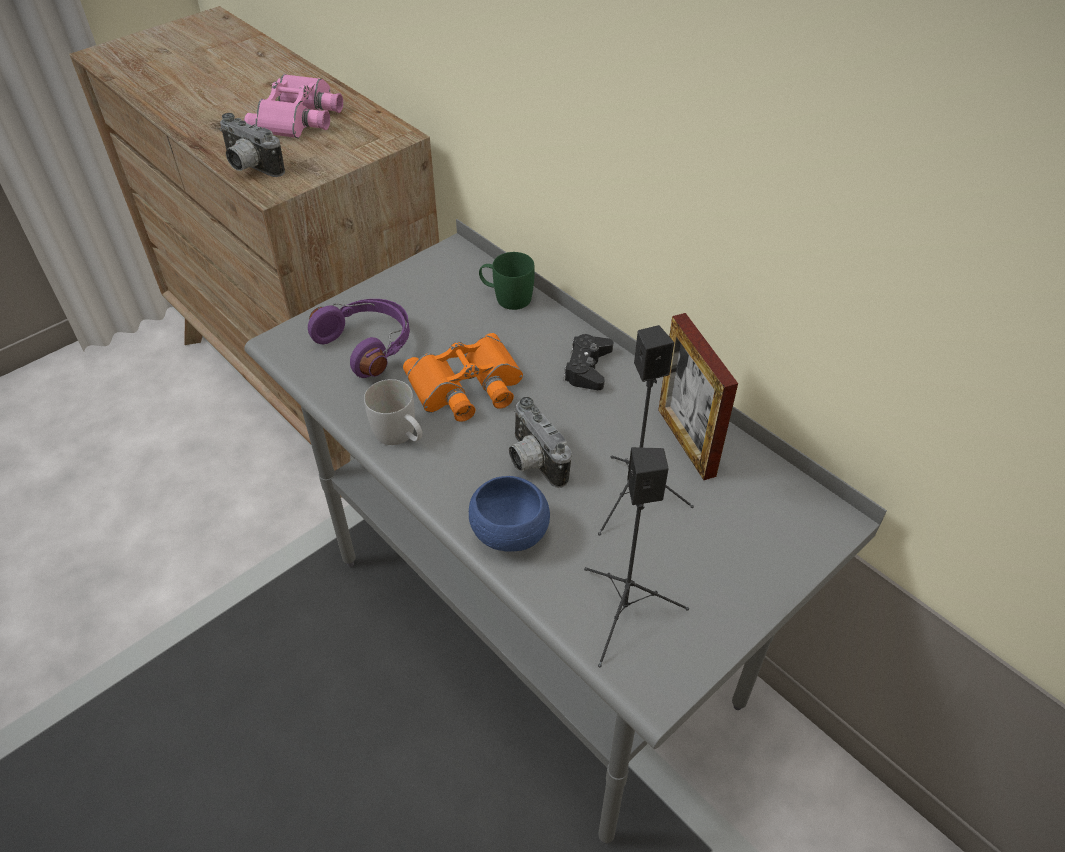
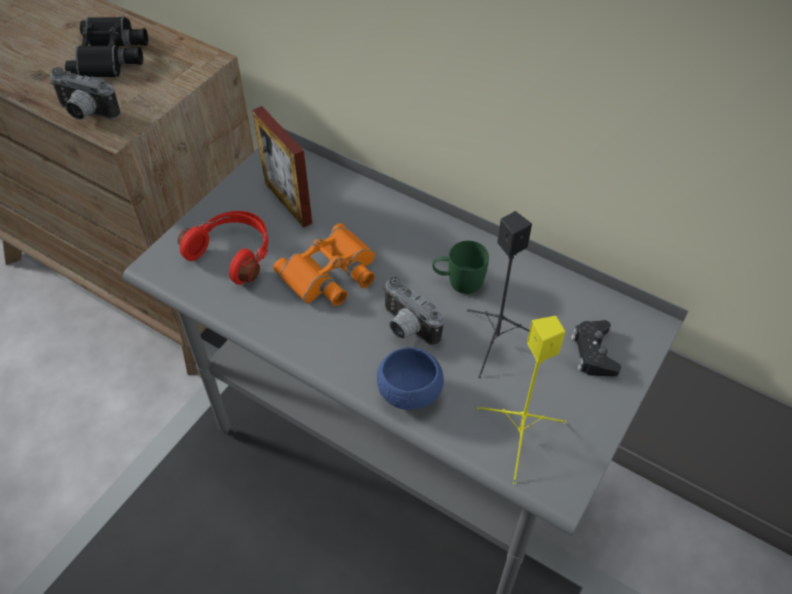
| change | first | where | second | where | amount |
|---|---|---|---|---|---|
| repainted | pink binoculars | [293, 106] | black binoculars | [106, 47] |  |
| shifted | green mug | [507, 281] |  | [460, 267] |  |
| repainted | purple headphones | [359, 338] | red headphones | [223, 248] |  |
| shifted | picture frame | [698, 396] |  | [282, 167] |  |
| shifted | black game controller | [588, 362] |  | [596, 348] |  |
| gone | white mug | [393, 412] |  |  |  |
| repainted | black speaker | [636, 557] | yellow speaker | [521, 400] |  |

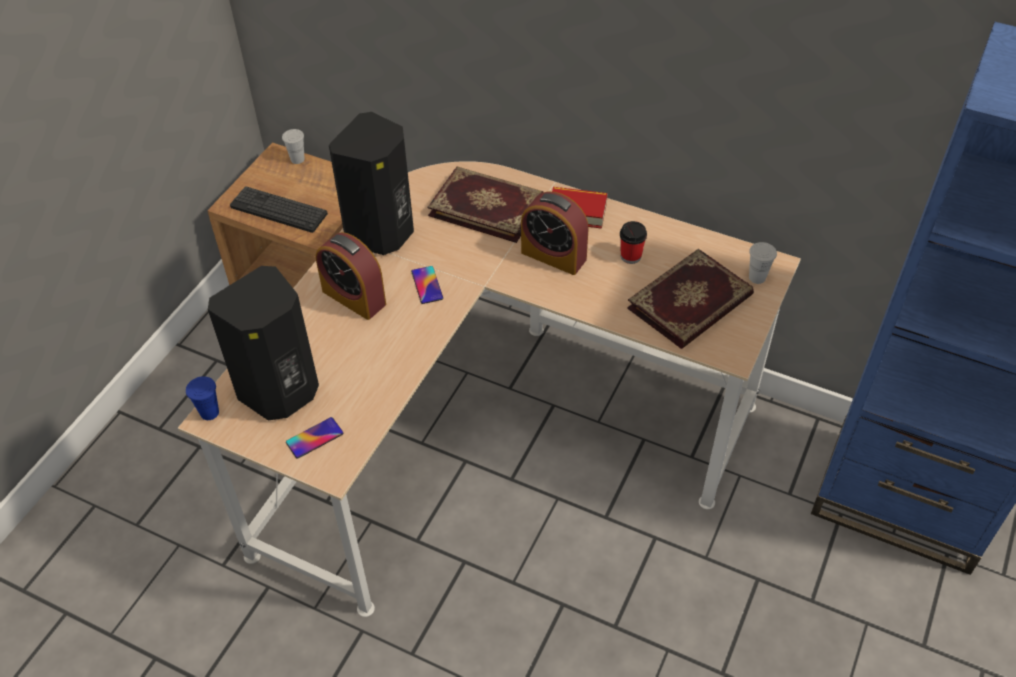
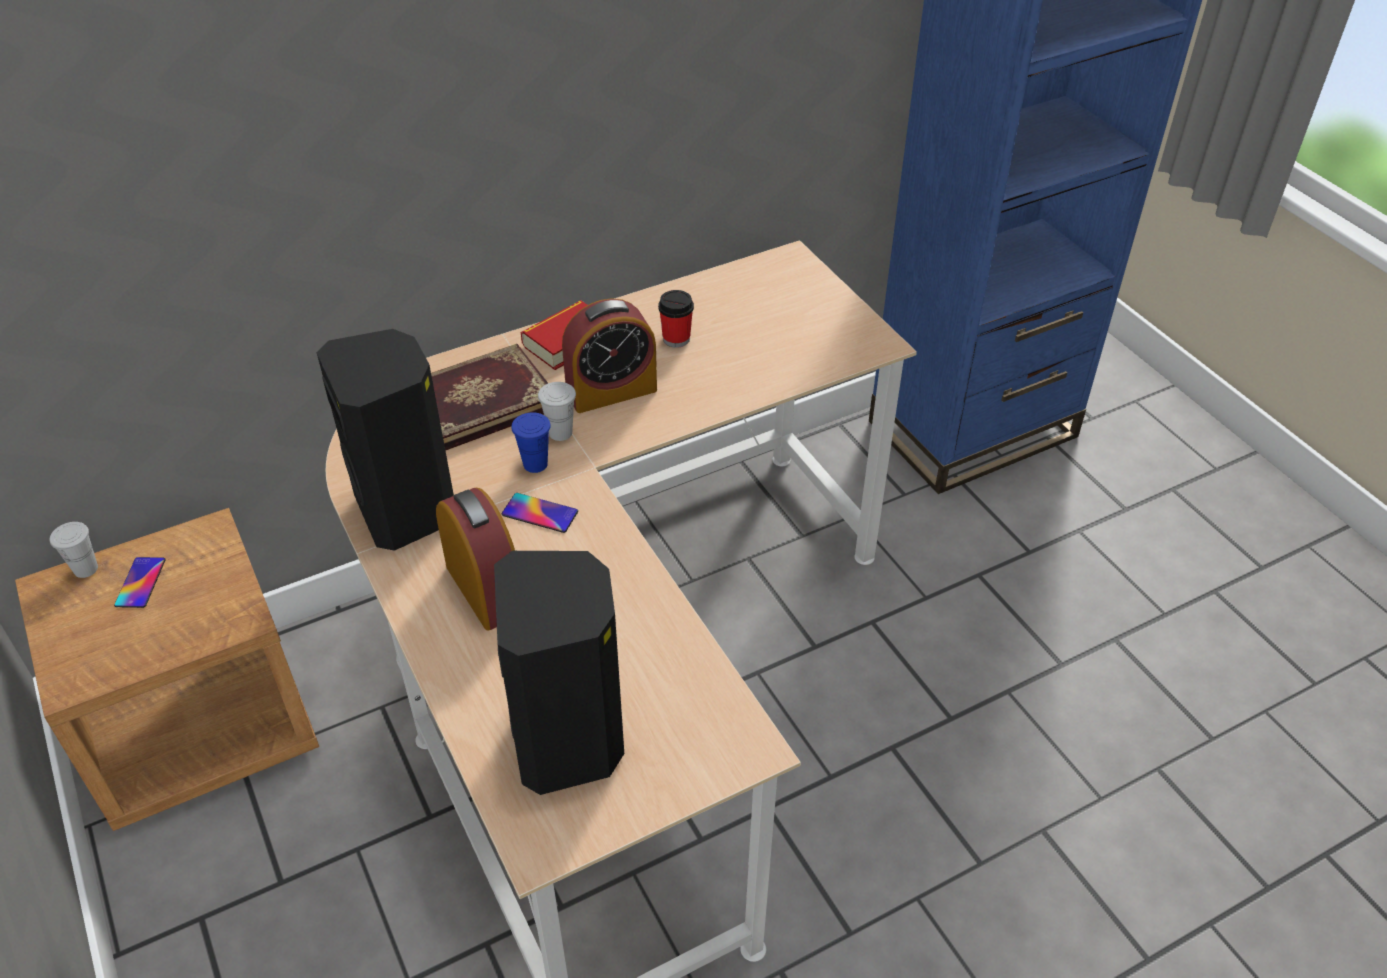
| change | first | where | second | where | amount |
|---|---|---|---|---|---|
| gone | keyboard | [279, 209] |  |  |  |
| rotated | alarm clock | [351, 276] |  | [475, 559] | 105 degrees counterclockwise |
| shifted | white cup | [763, 263] |  | [557, 411] |  |
| gone | book | [690, 299] |  |  |  |
| shifted | blue cup | [202, 398] |  | [531, 442] |  |
| shifted | phone | [314, 438] |  | [139, 582] |  |

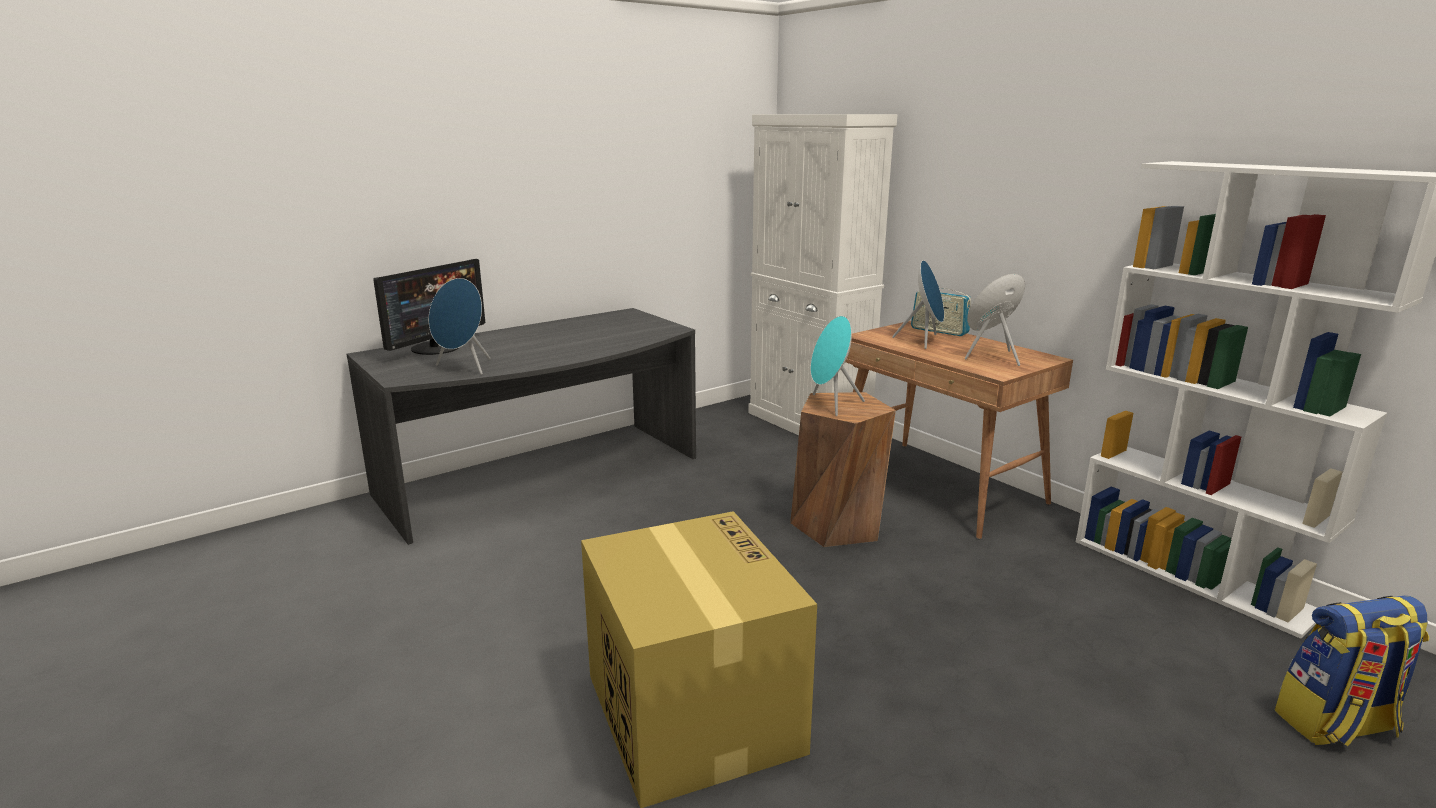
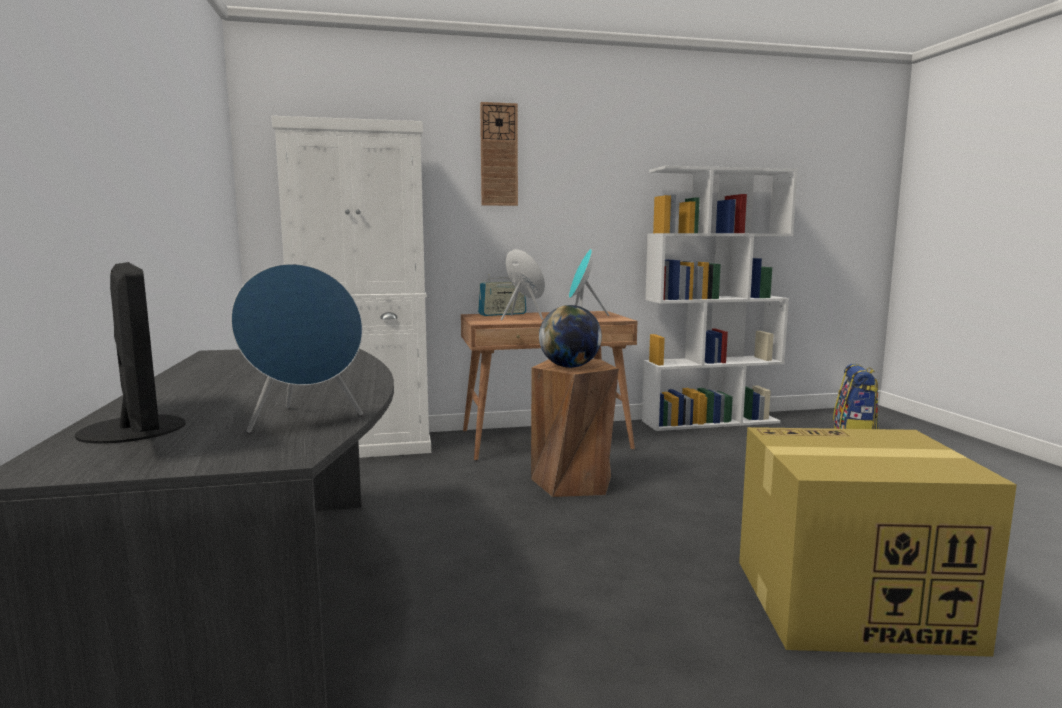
| change | first | where | second | where | amount |
|---|---|---|---|---|---|
| swapped | turquoise speaker | [838, 366] | globe | [570, 336] |  |
| new |  |  | wall clock | [499, 154] |  |

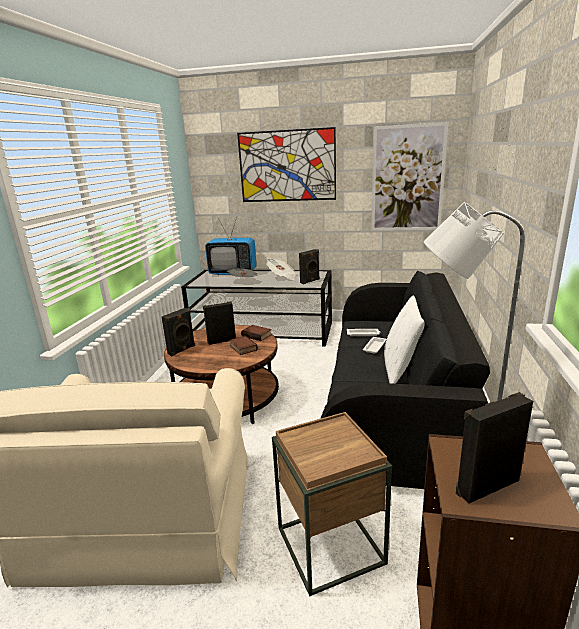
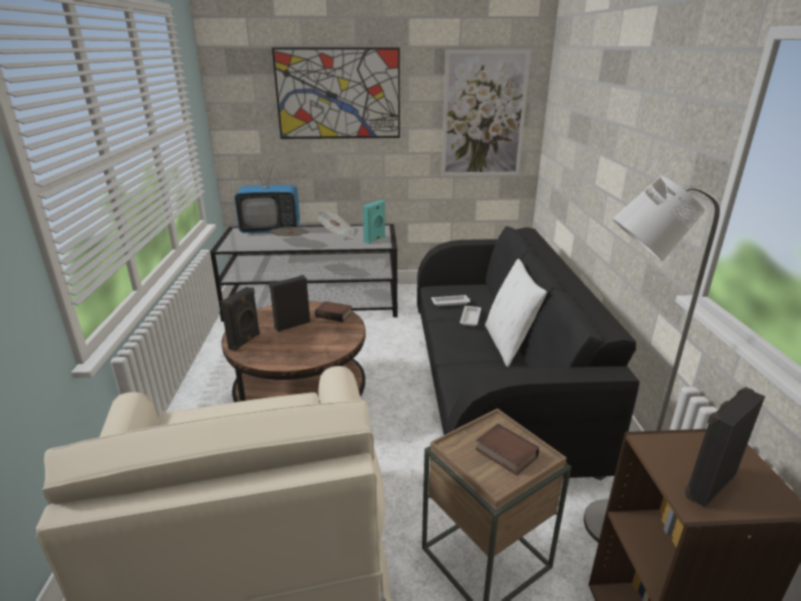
| change | first | where | second | where | amount |
|---|---|---|---|---|---|
| repainted | black speaker | [309, 266] | turquoise speaker | [374, 222] |  |
| shifted | book | [243, 345] |  | [507, 449] |  |

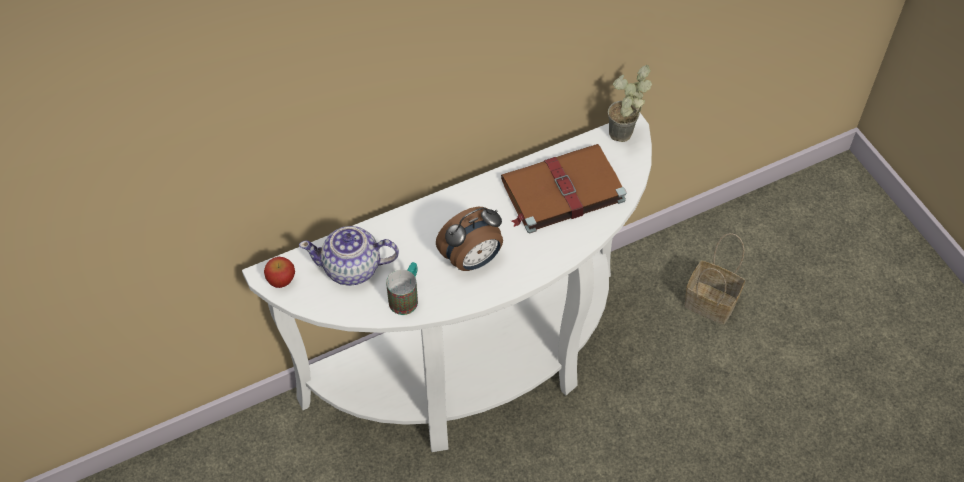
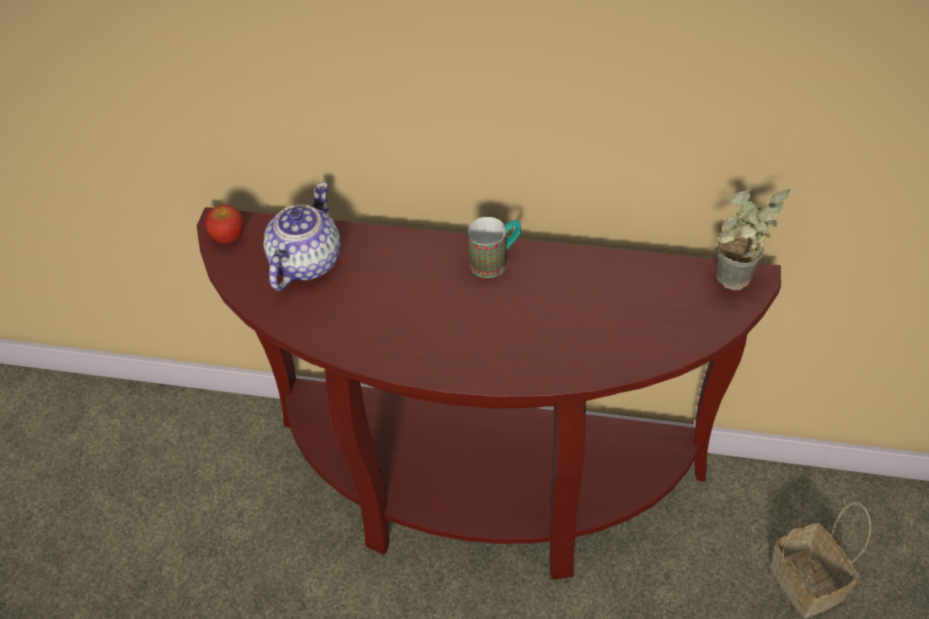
| change | first | where | second | where | amount |
|---|---|---|---|---|---|
| repainted | white console table | [447, 282] | brown console table | [489, 393] |  |
| gone | brown book | [564, 189] |  |  |  |
| gone | alarm clock | [469, 239] |  |  |  |
| rotated | teapot | [349, 256] |  | [301, 236] | 75 degrees clockwise |
| shifted | mug | [402, 288] |  | [494, 247] |  |

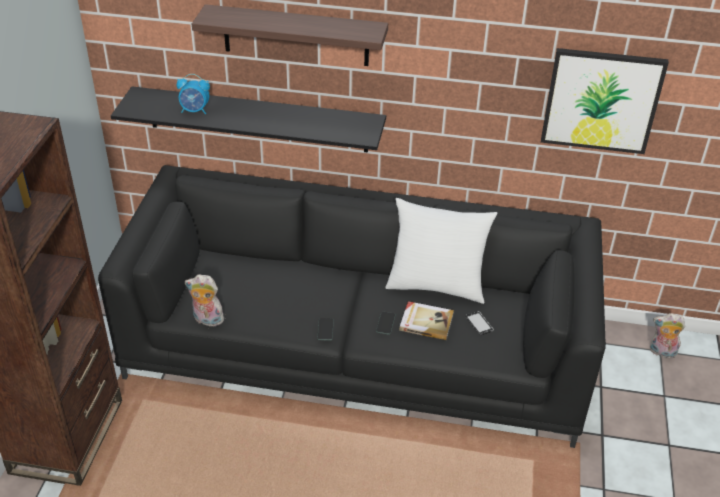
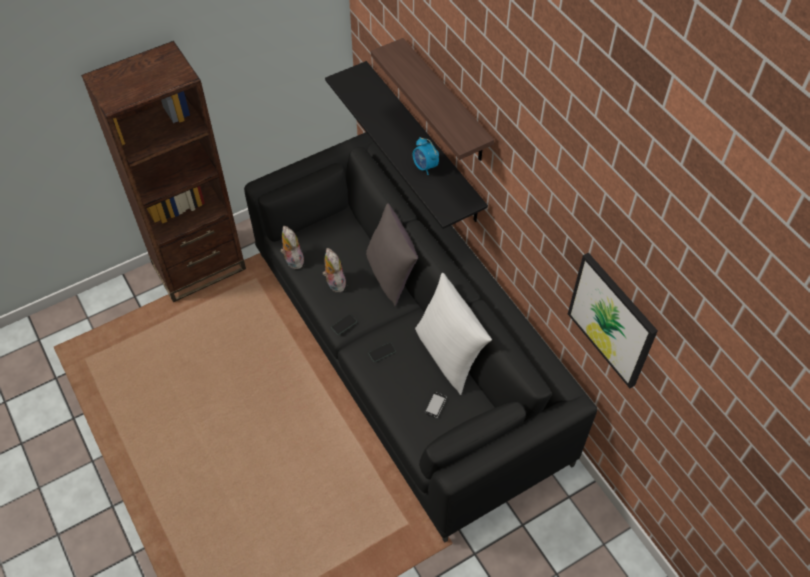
| change | first | where | second | where | amount |
|---|---|---|---|---|---|
| shifted | alarm clock | [193, 94] |  | [426, 156] |  |
| gone | book | [426, 320] |  |  |  |
| shifted | plush toy | [667, 336] |  | [334, 270] |  |
| new |  |  | grey pillow | [392, 254] |  |

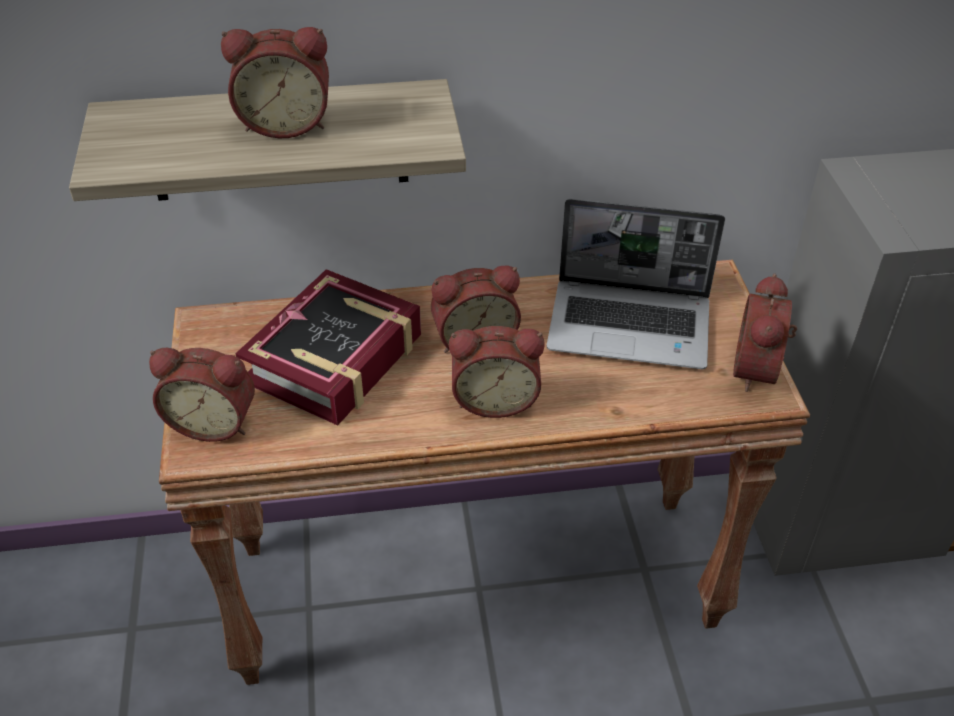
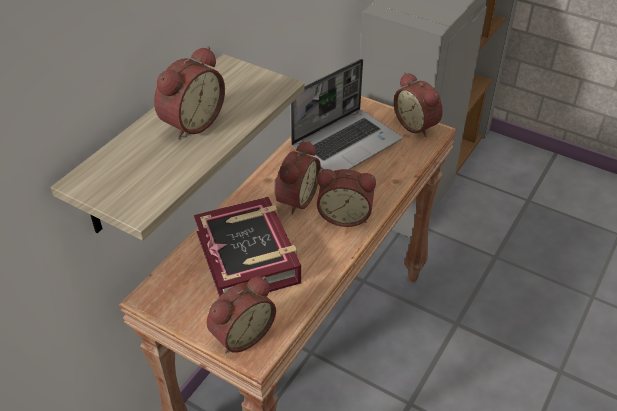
| change | first | where | second | where | amount |
|---|---|---|---|---|---|
| rotated | alarm clock | [497, 372] |  | [346, 198] | 60 degrees clockwise |

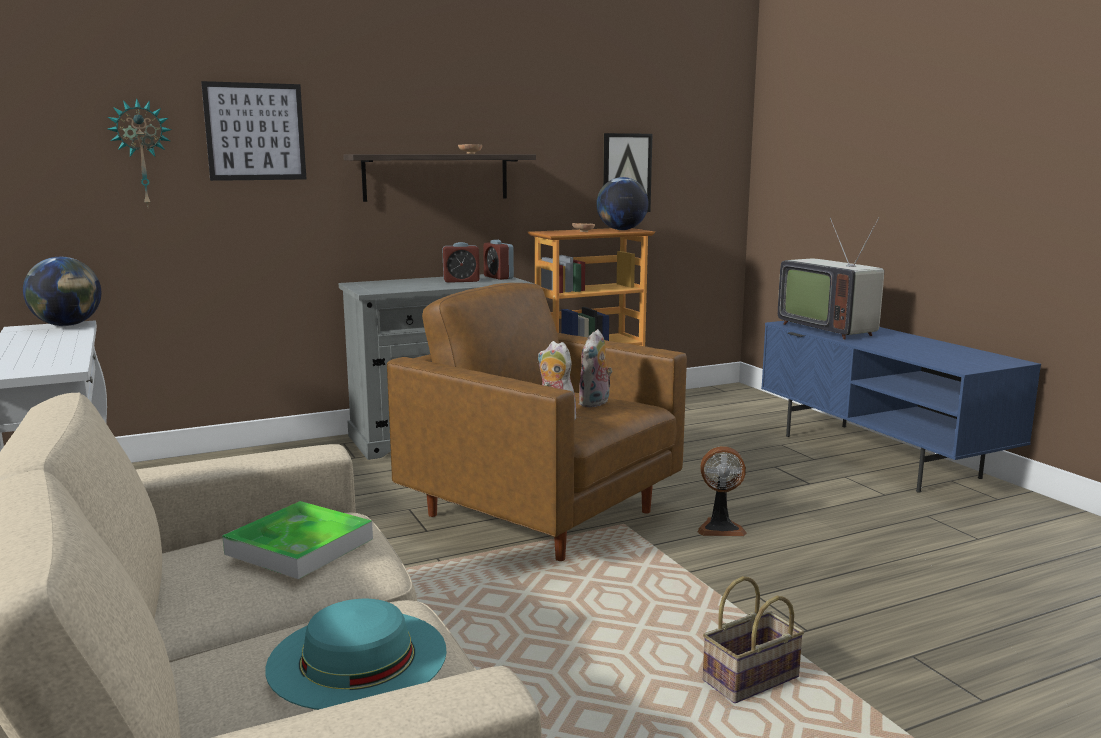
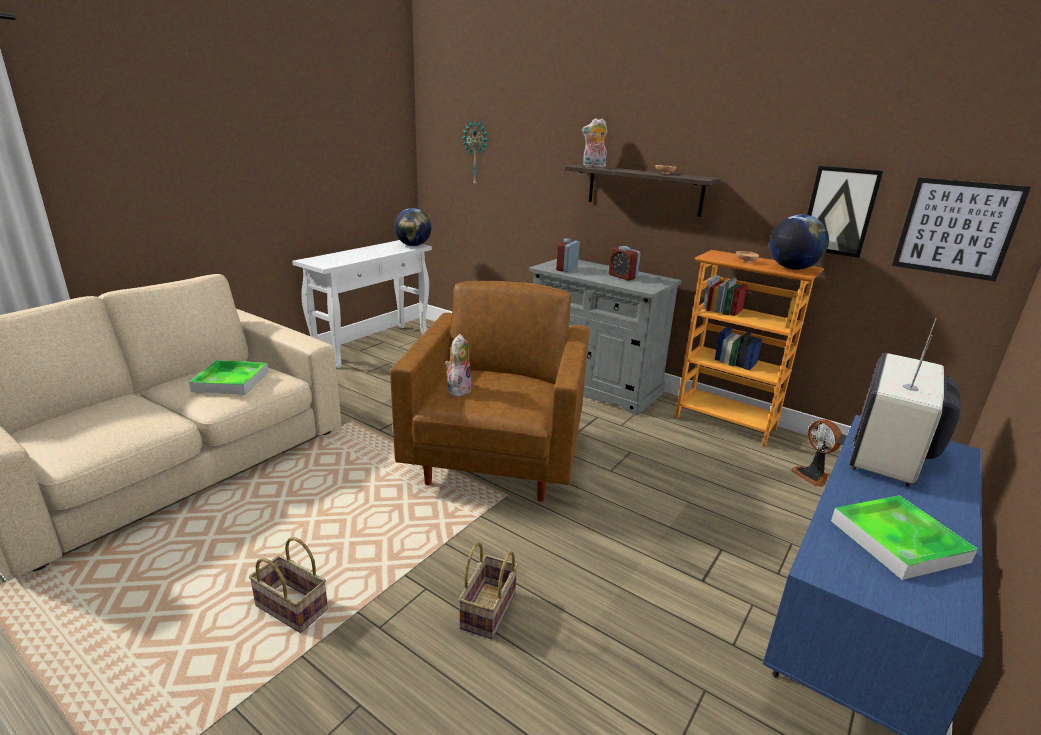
| change | first | where | second | where | amount |
|---|---|---|---|---|---|
| shifted | picture | [253, 131] |  | [961, 229] |  |
| shifted | alarm clock | [498, 260] |  | [568, 255] |  |
| shifted | plush toy | [595, 368] |  | [595, 142] |  |
| shifted | fan | [722, 491] |  | [816, 453] |  |
| gone | turquoise hat | [356, 654] |  |  |  |
| new |  |  | tray | [904, 537] |  |
| new |  |  | basket | [488, 590] |  |

